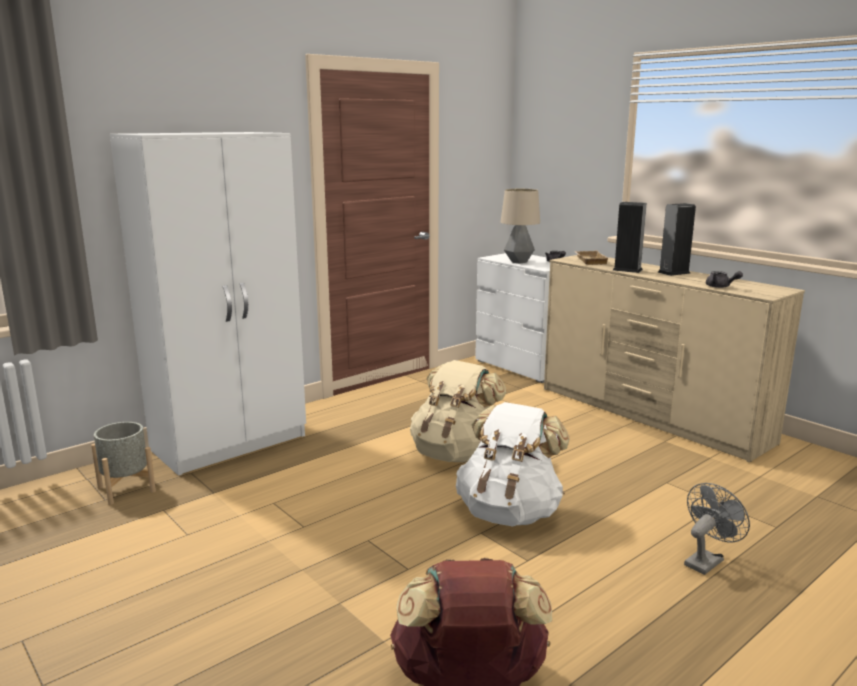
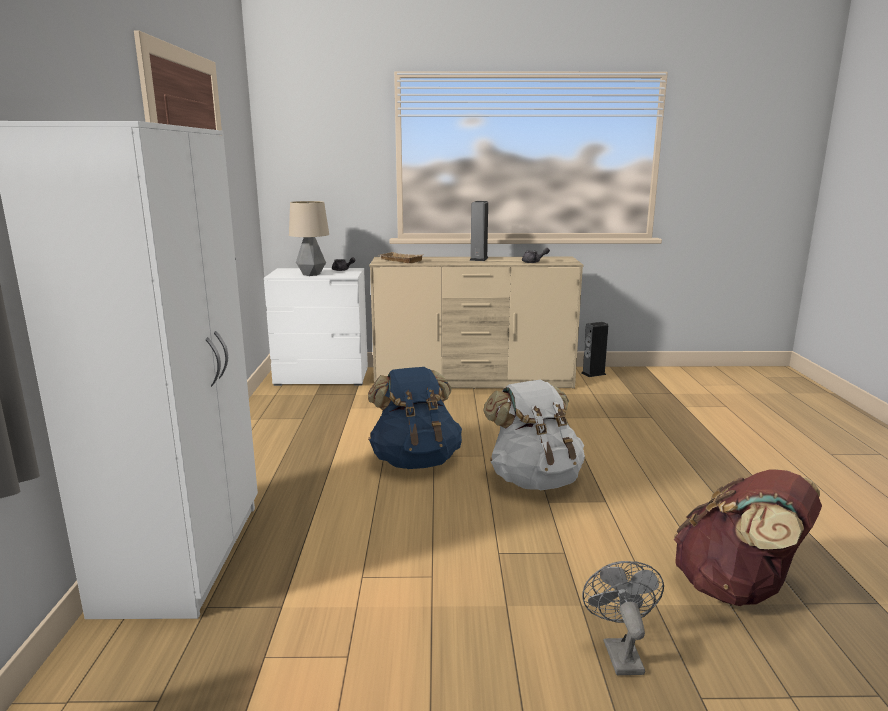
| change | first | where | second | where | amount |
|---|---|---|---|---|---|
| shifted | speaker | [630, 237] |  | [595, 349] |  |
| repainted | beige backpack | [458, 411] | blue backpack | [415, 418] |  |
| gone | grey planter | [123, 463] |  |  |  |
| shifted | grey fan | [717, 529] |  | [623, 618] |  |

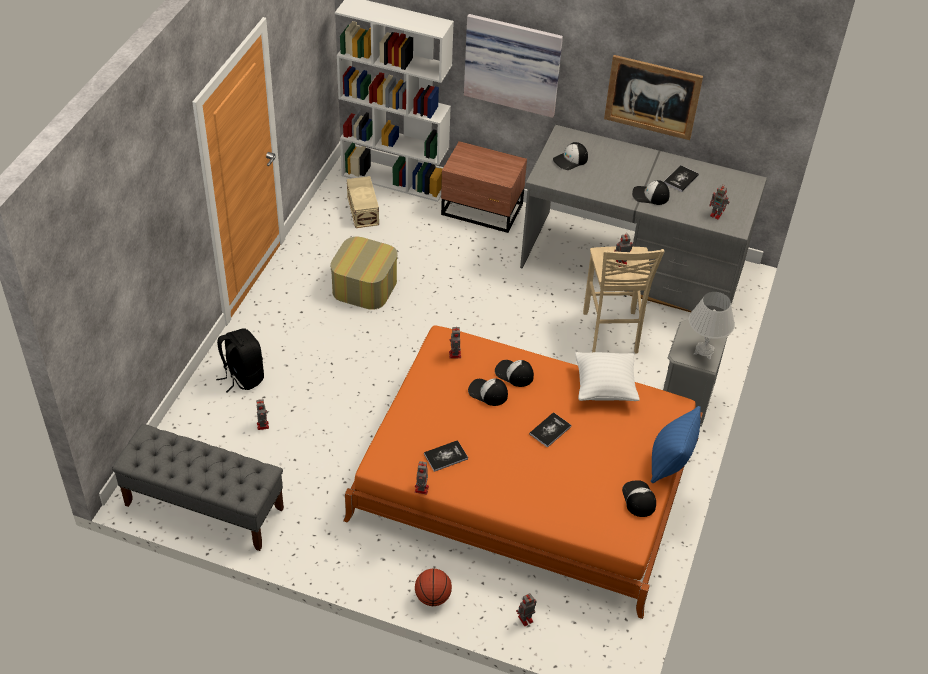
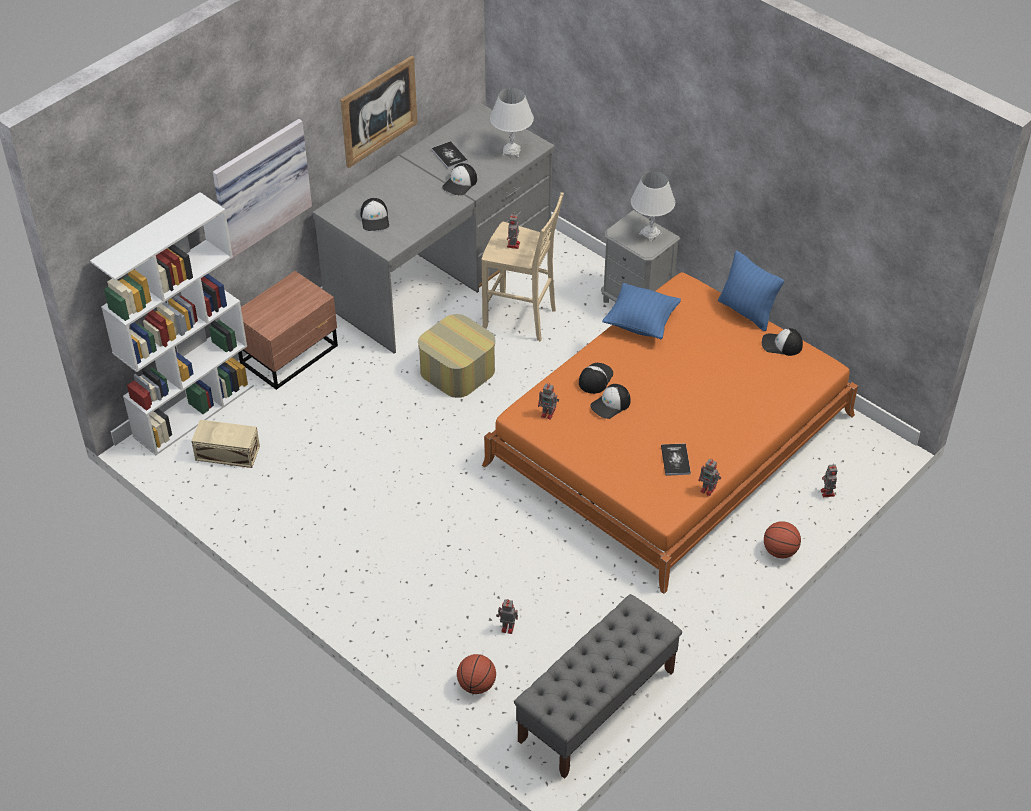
| change | first | where | second | where | amount |
|---|---|---|---|---|---|
| swapped | toy robot | [719, 201] | white table lamp | [512, 122] |  |
| shifted | ottoman | [364, 273] |  | [456, 356] |  |
| gone | black backpack | [240, 360] |  |  |  |
| repainted | white pillow | [607, 376] | blue pillow | [641, 311] |  |
| rotated | cap | [514, 373] |  | [596, 378] | 150 degrees clockwise |
| gone | book | [550, 430] |  |  |  |
| new |  |  | basketball | [476, 674] |  |

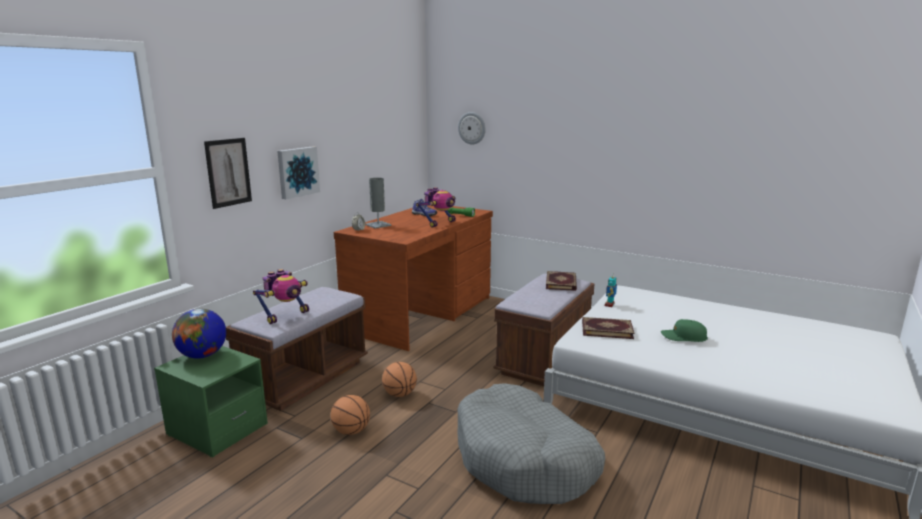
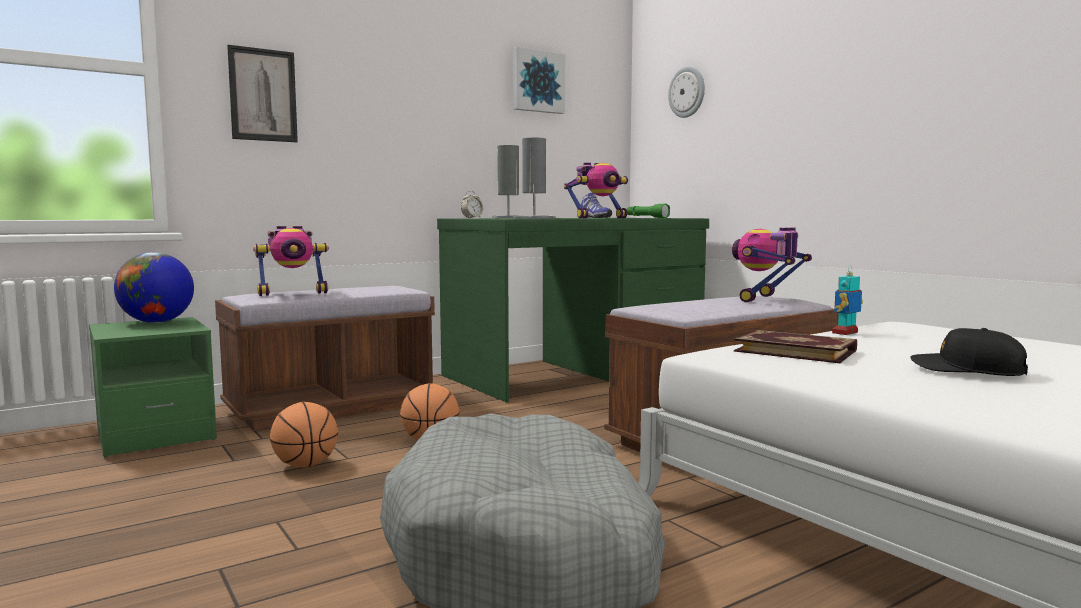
| change | first | where | second | where | amount |
|---|---|---|---|---|---|
| shifted | picture | [298, 173] |  | [539, 80] |  |
| repainted | brown desk | [413, 278] | green desk | [573, 310] |  |
| swapped | book | [561, 281] | toy robot | [772, 264] |  |
| repainted | green cap | [684, 330] | black cap | [969, 352] |  |
| new |  |  | grey table lamp | [534, 178] |  |

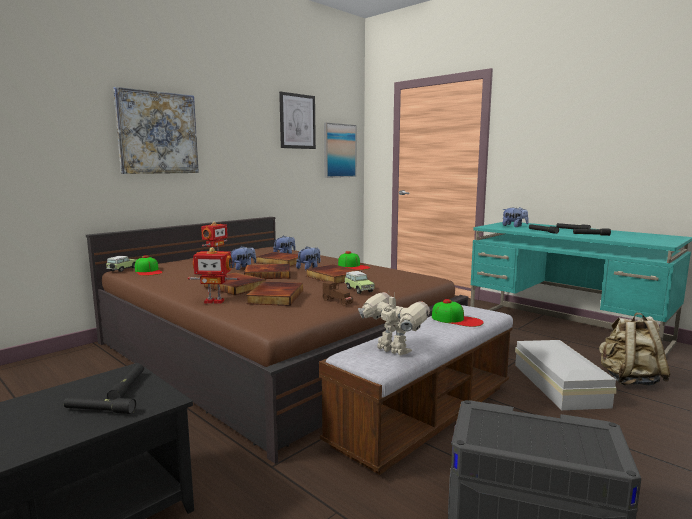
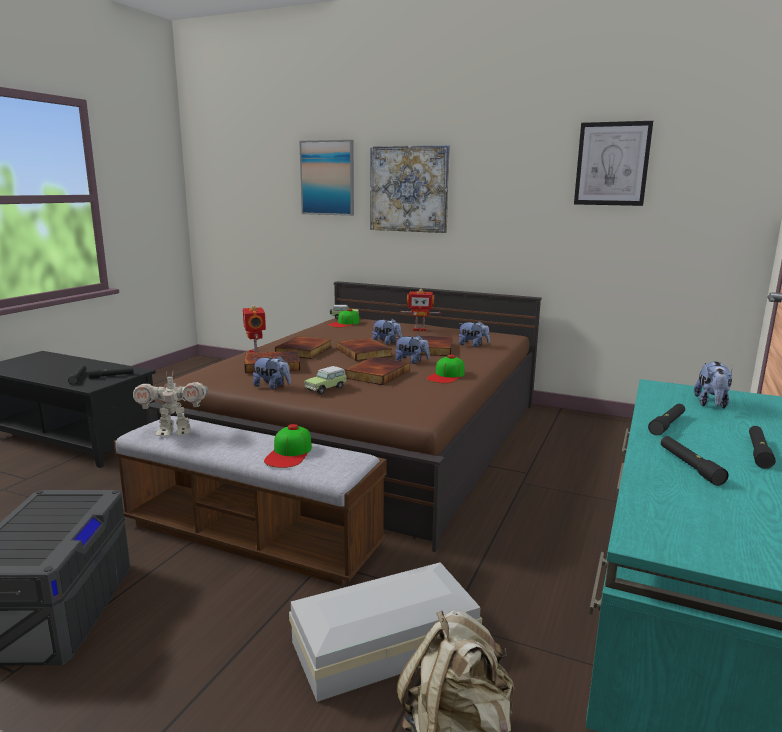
| change | first | where | second | where | amount |
|---|---|---|---|---|---|
| shifted | picture | [340, 150] |  | [326, 178] |  |
| swapped | brown toy car | [338, 293] | plush toy | [272, 372] |  |
| rotated | toy robot | [394, 323] |  | [170, 404] | 60 degrees clockwise |

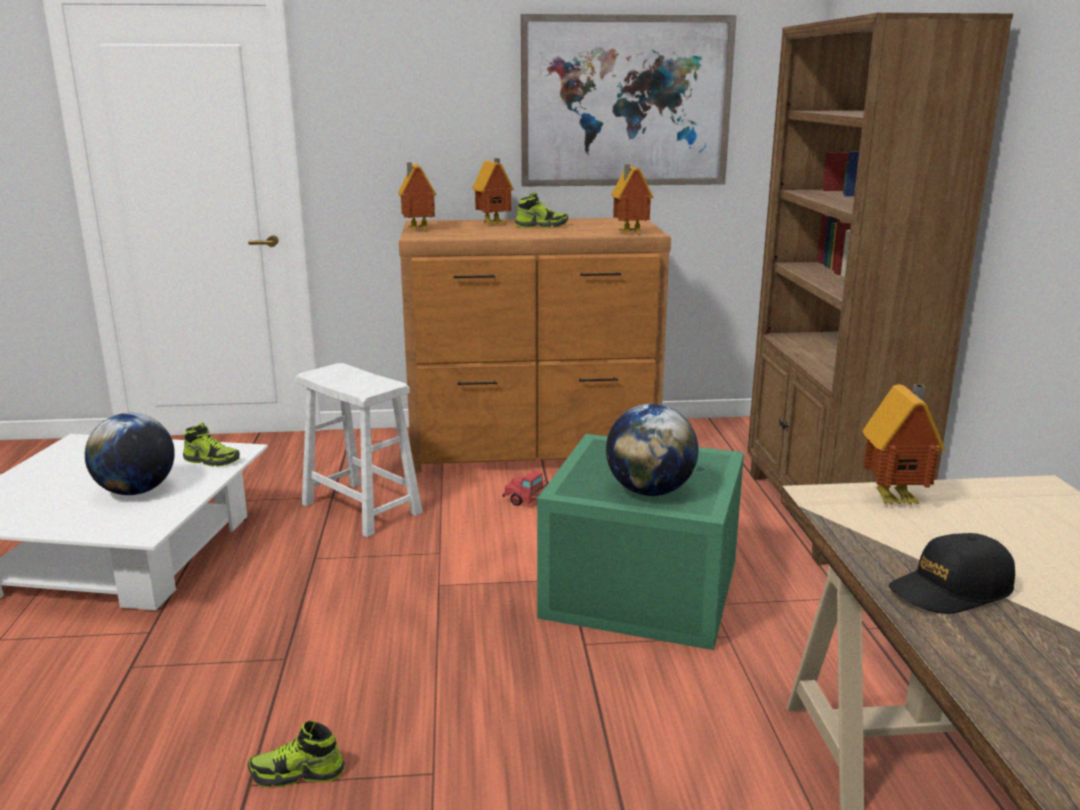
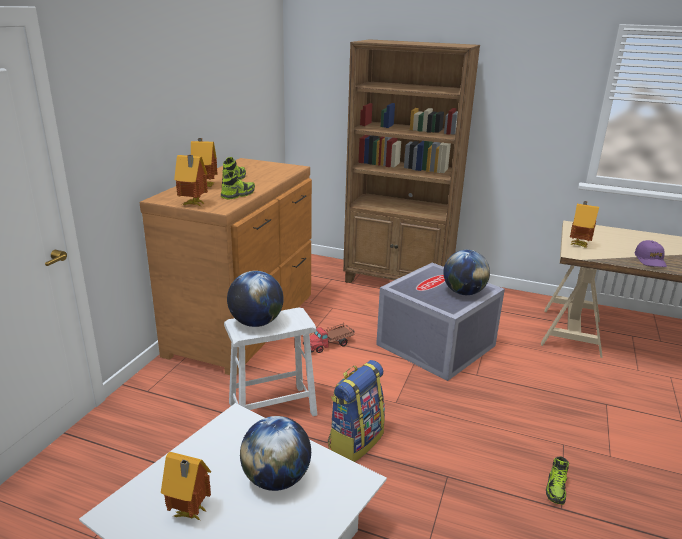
| change | first | where | second | where | amount |
|---|---|---|---|---|---|
| gone | picture | [628, 100] |  |  |  |
| shifted | toy house | [632, 200] |  | [186, 486] |  |
| shifted | shoe | [211, 444] |  | [238, 185] |  |
| repainted | green storage box | [640, 542] | grey storage box | [440, 322] |  |
| repainted | black cap | [952, 573] | purple cap | [651, 253] |  |
| new |  |  | globe | [255, 299] |  |
| new |  |  | backpack | [356, 411] |  |

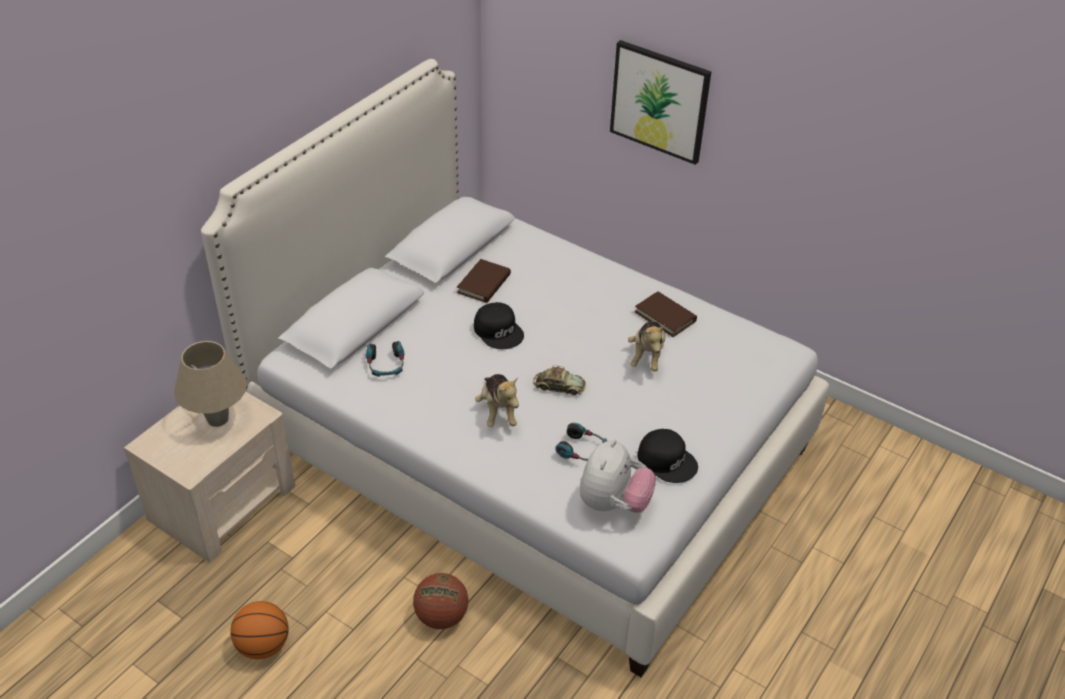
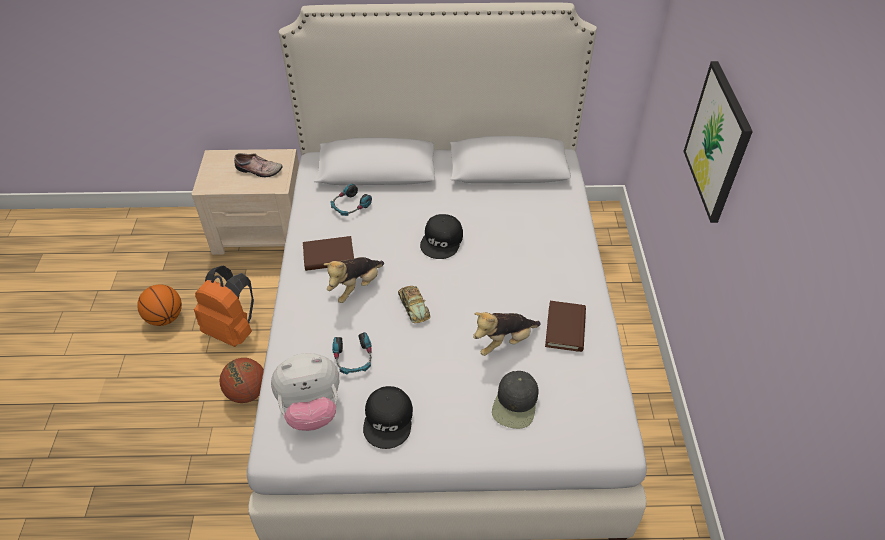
| change | first | where | second | where | amount |
|---|---|---|---|---|---|
| shifted | brown book | [484, 281] |  | [328, 253] |  |
| swapped | beige table lamp | [210, 384] | shoe | [258, 165] |  |
| new |  |  | orange backpack | [224, 306] |  |
| new |  |  | black cap | [515, 400] |  |

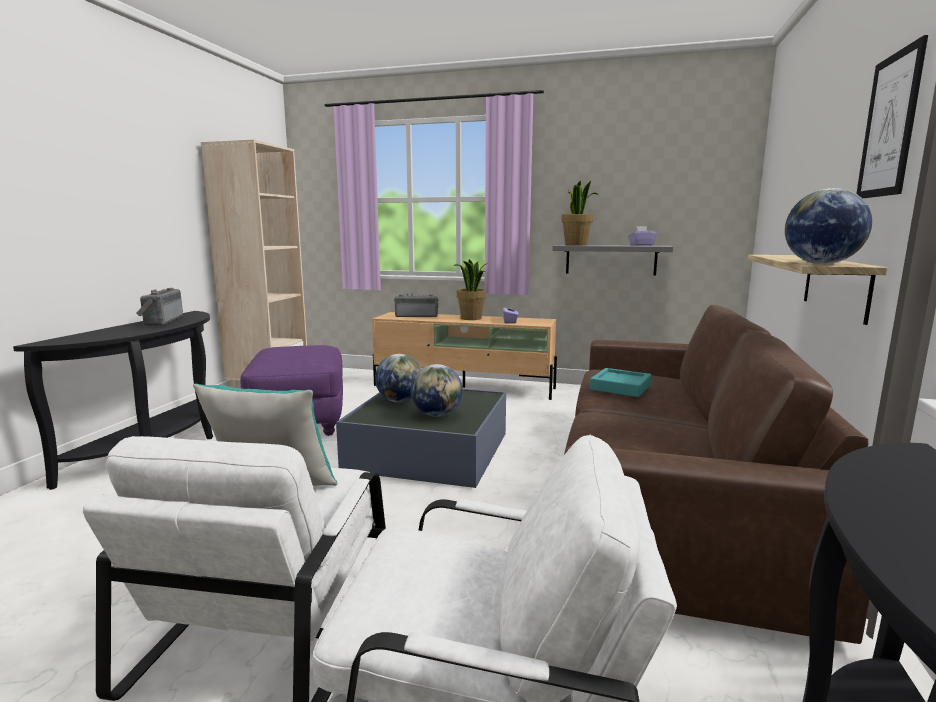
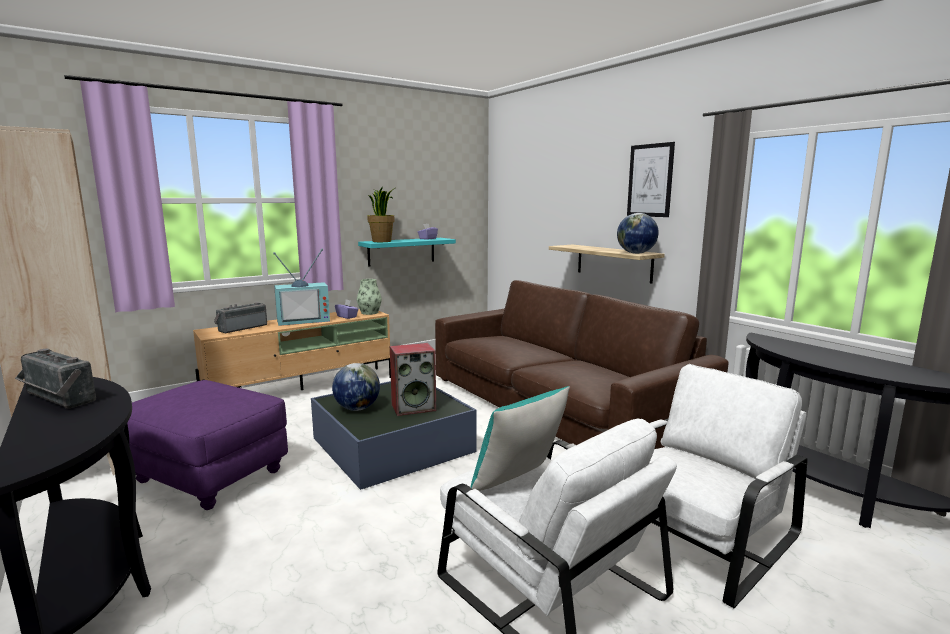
| change | first | where | second | where | amount |
|---|---|---|---|---|---|
| repainted | grey shelf | [612, 260] | turquoise shelf | [407, 252] |  |
| swapped | potted plant | [471, 289] | television | [301, 287] |  |
| swapped | globe | [437, 390] | speaker | [413, 379] |  |
| gone | turquoise tray | [621, 382] |  |  |  |
| new |  |  | vase | [369, 297] |  |

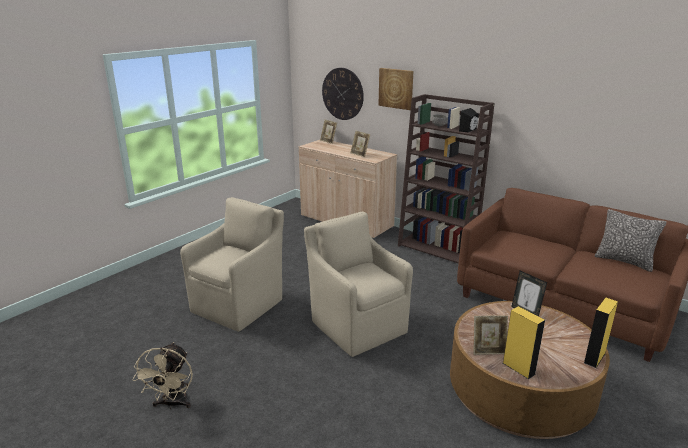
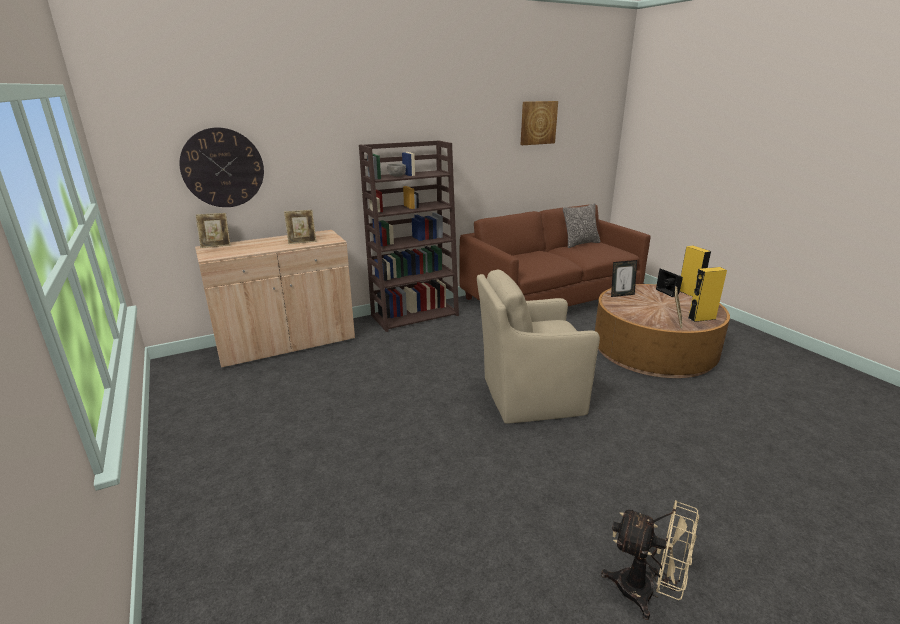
| change | first | where | second | where | amount |
|---|---|---|---|---|---|
| shifted | picture | [395, 89] |  | [539, 123] |  |
| shifted | black speaker | [469, 120] |  | [669, 283] |  |
| gone | beige armchair | [232, 264] |  |  |  |

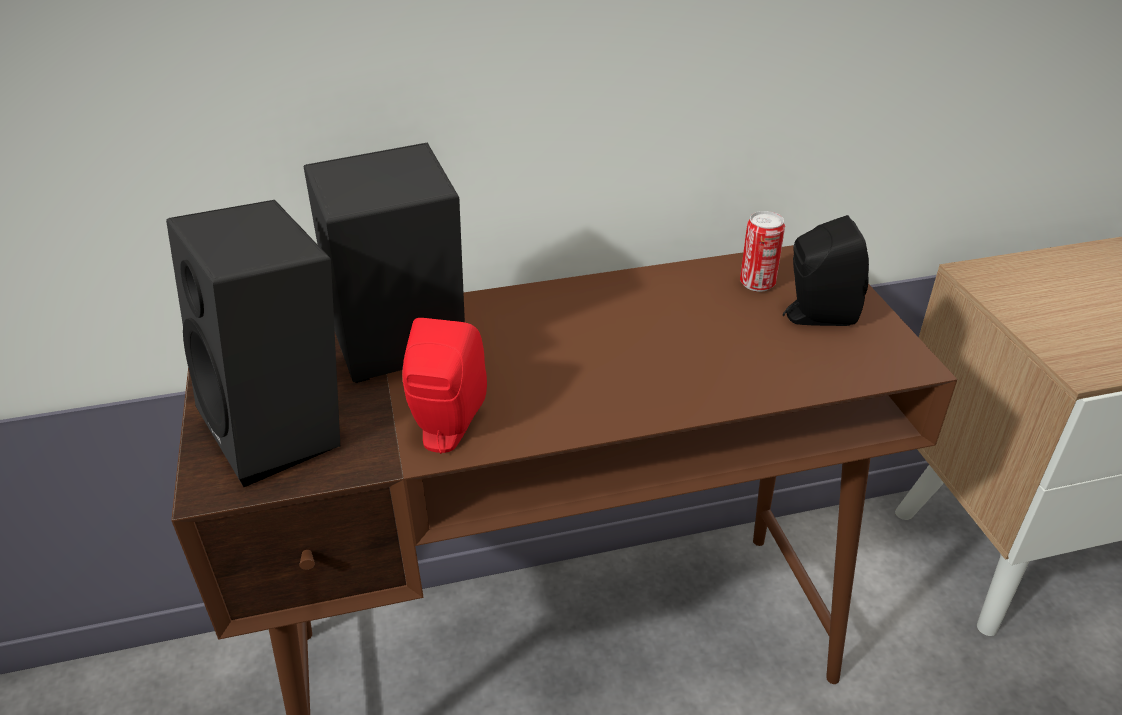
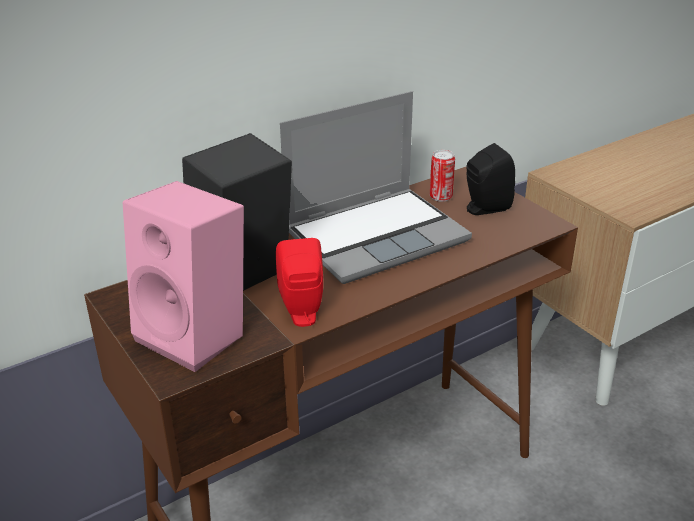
| change | first | where | second | where | amount |
|---|---|---|---|---|---|
| repainted | black speaker | [253, 343] | pink speaker | [183, 276] |  |
| new |  |  | laptop | [376, 187] |  |

